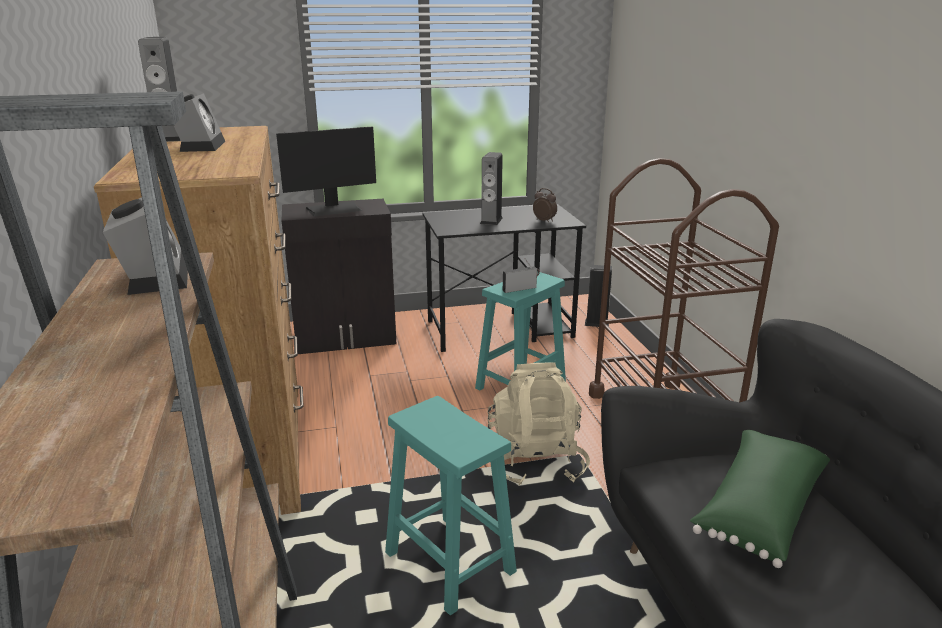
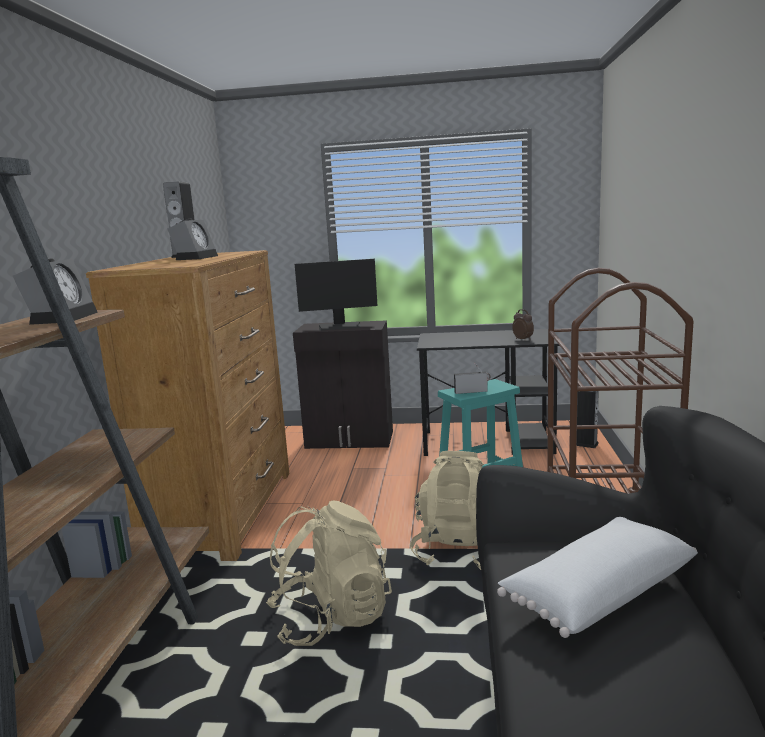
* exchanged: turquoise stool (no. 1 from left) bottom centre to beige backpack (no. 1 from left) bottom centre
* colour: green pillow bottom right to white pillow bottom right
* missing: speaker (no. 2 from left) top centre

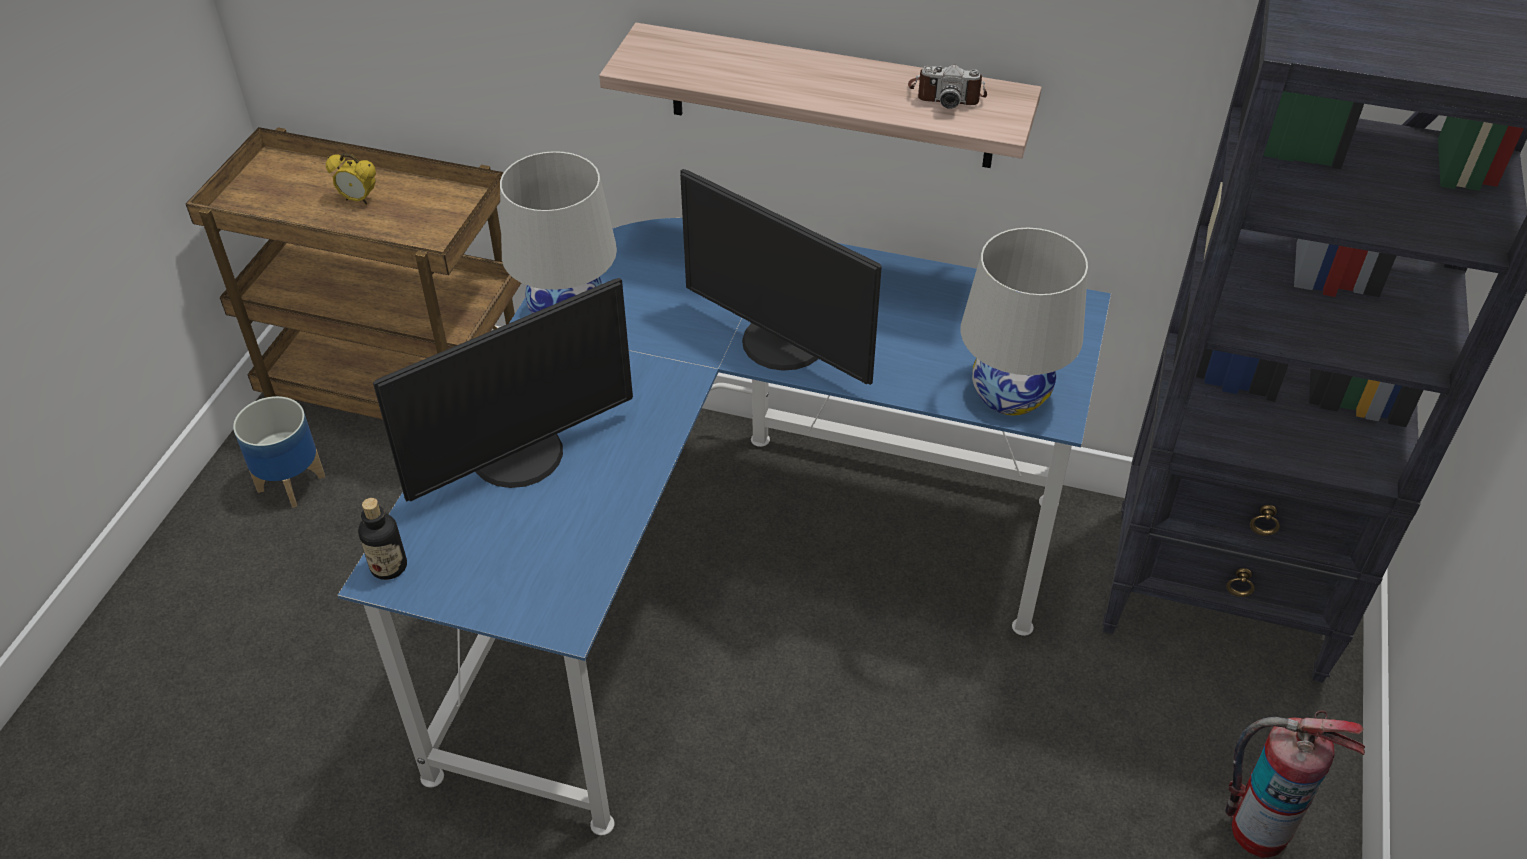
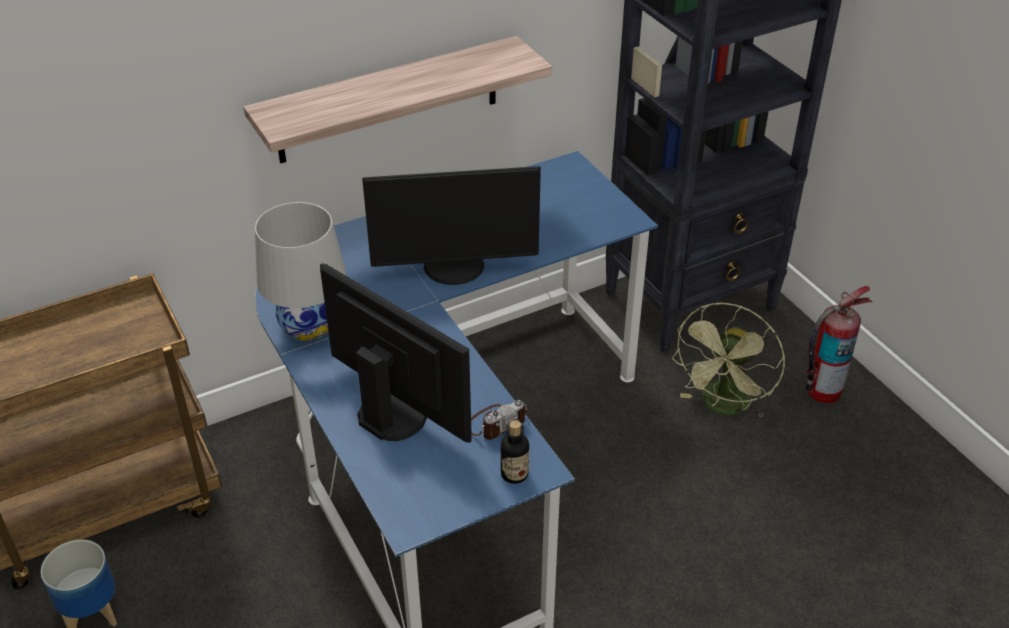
* spun: monitor (no. 1 from left) middle left = centre 60 degrees counterclockwise
* relocated: photo camera top centre to bottom centre
* relocated: bottle middle left to bottom centre
* appeared: green fan middle right
* missing: alarm clock top left
* missing: white table lamp (no. 2 from left) middle right

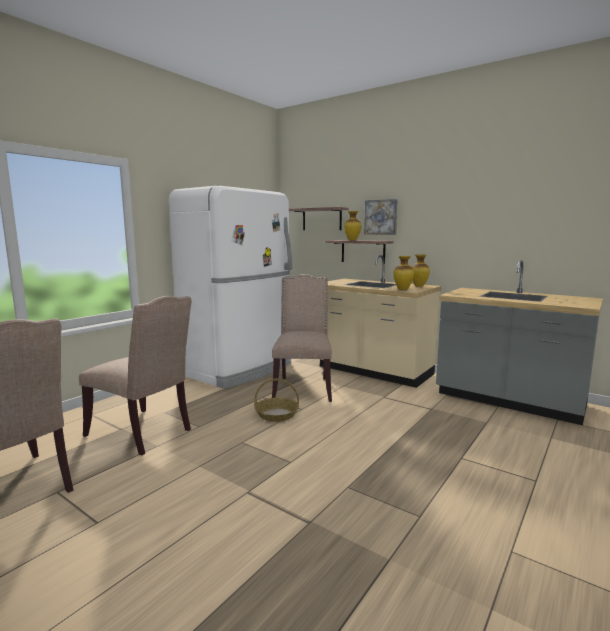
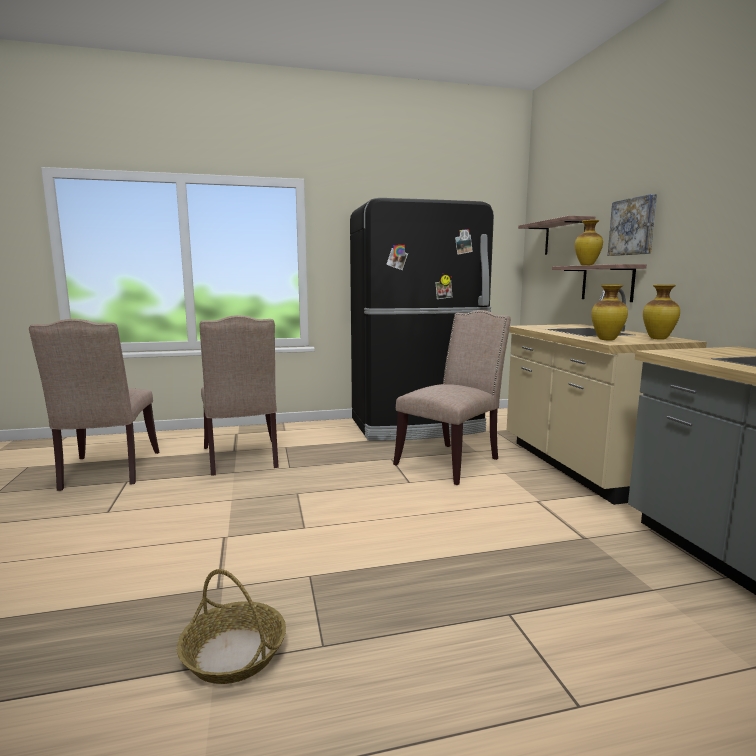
* relocated: basket centre to bottom left
* colour: white fridge centre to black fridge centre

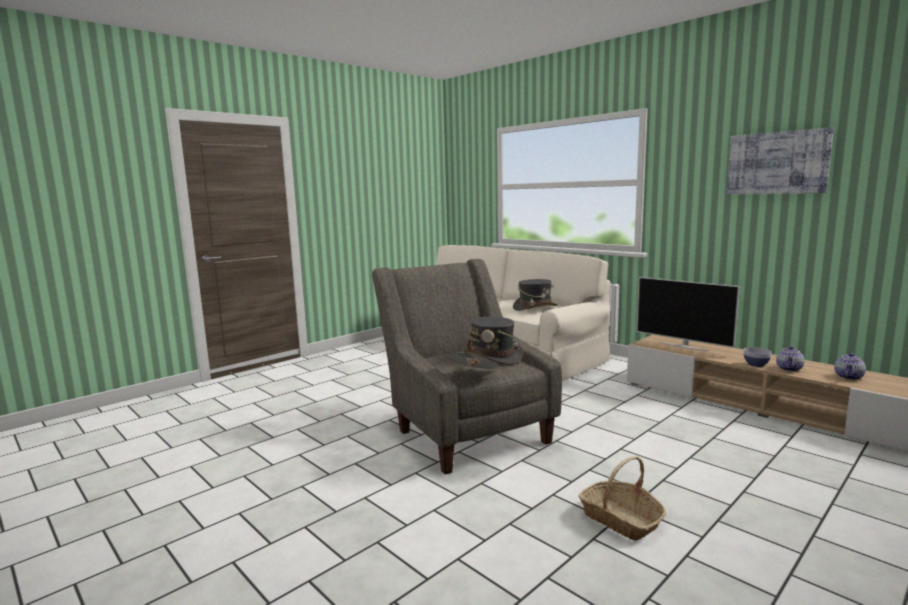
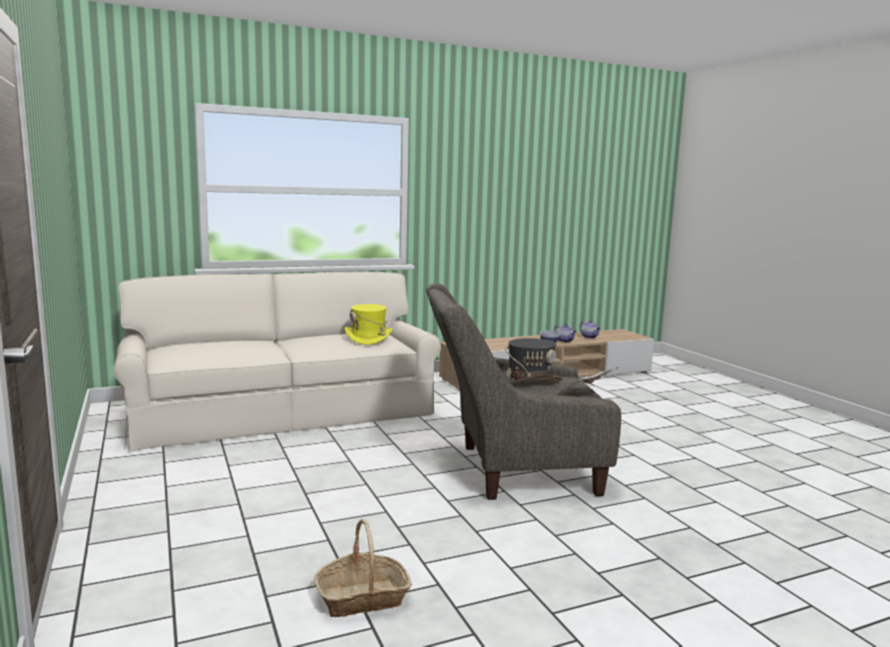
* relocated: basket bottom right to bottom centre
* colour: grey hat (no. 2 from left) centre to yellow hat centre
* missing: television middle right
* missing: picture top right

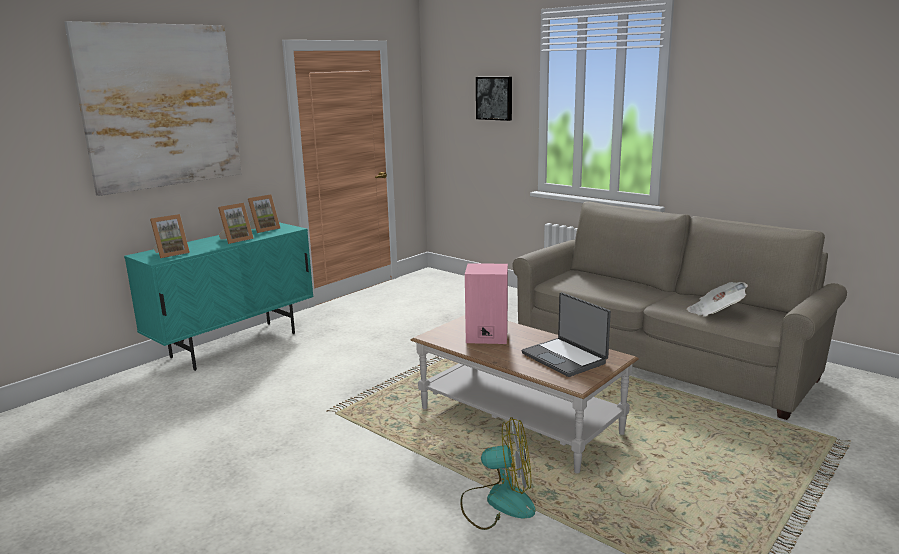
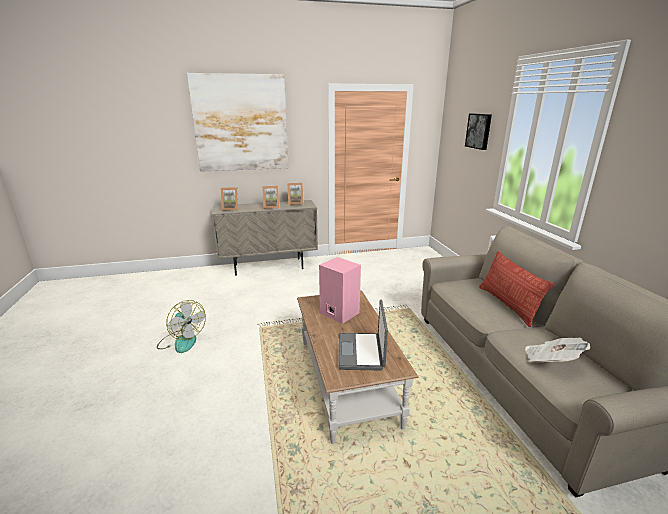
* relocated: fan bottom centre to middle left
* colour: turquoise cabinet middle left to beige cabinet centre
* appeared: pillow middle right

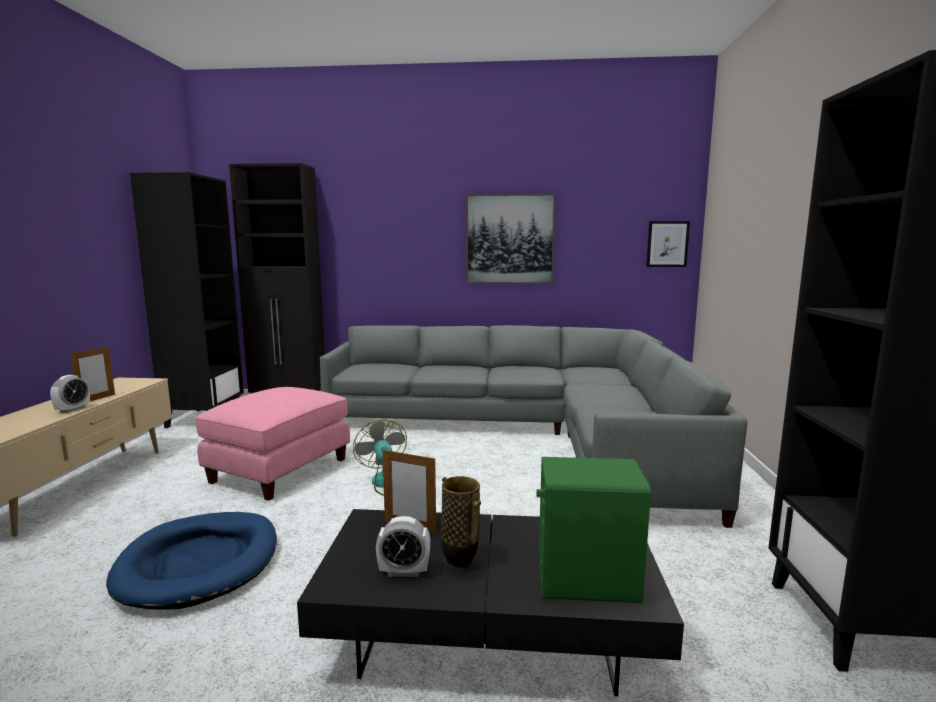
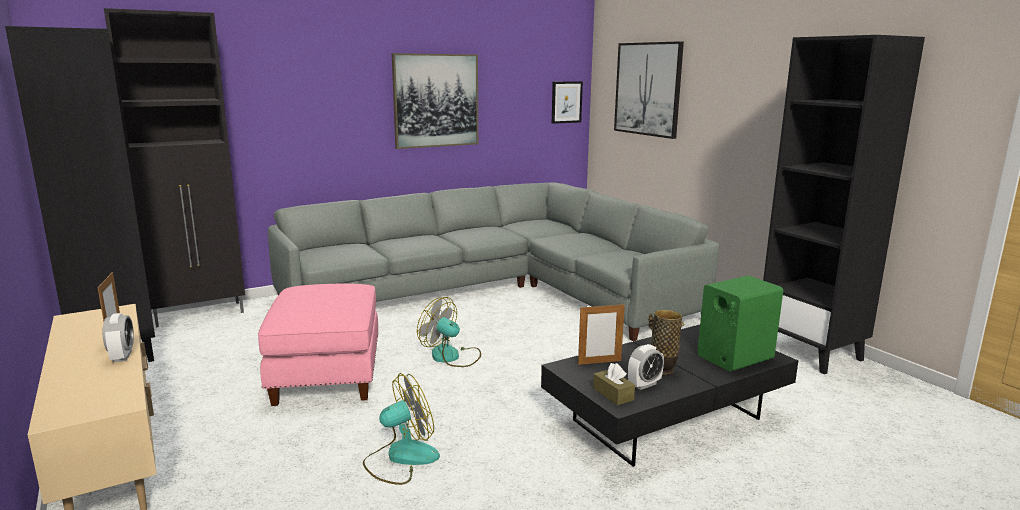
* exchanged: blue dog bed bottom left to fan (no. 1 from left) bottom centre
* appeared: brown tissue box bottom centre
* appeared: picture (no. 3 from left) top centre

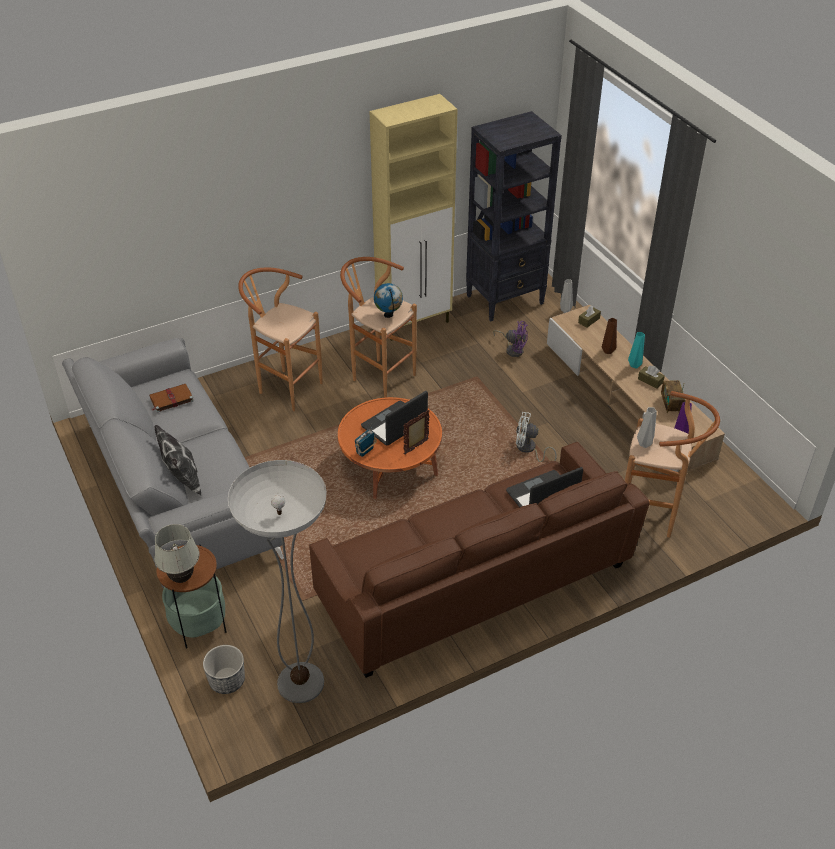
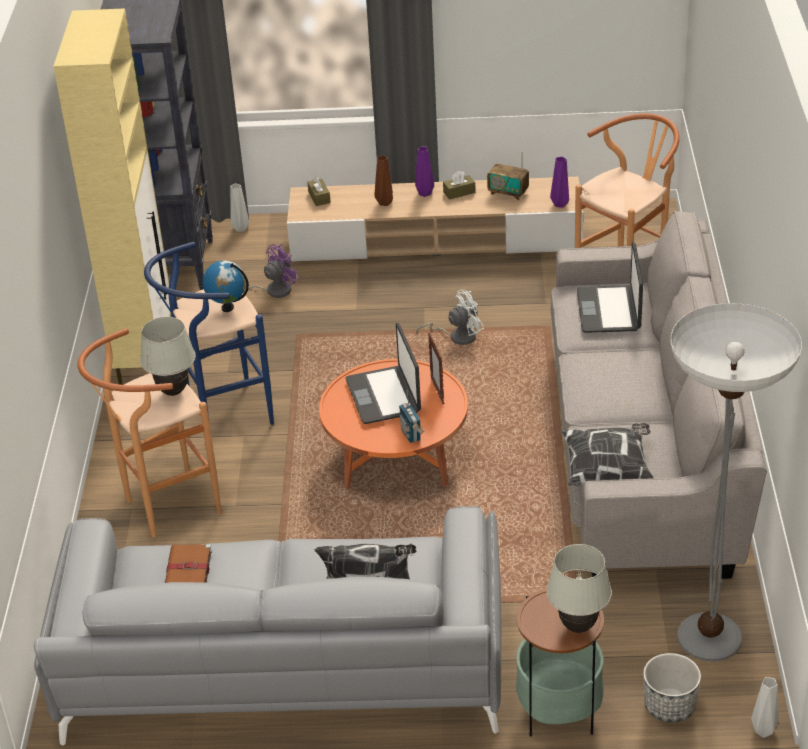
* appeared: white table lamp (no. 1 from left) middle left
* colour: brown stool (no. 2 from left) centre to blue stool middle left
* colour: turquoise vase middle right to purple vase (no. 1 from left) top centre
* spun: white fan centre = centre 150 degrees counterclockwise
* colour: brown sofa centre to grey sofa (no. 2 from left) middle right
* appeared: pillow (no. 2 from left) middle right
* relocated: grey vase (no. 2 from left) middle right to bottom right

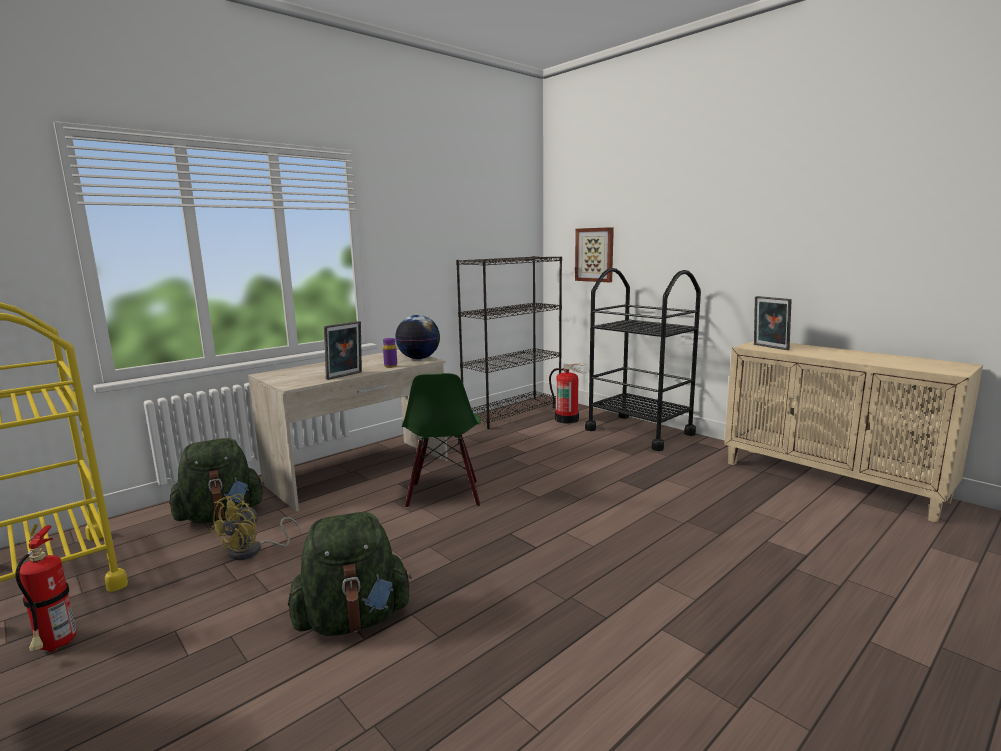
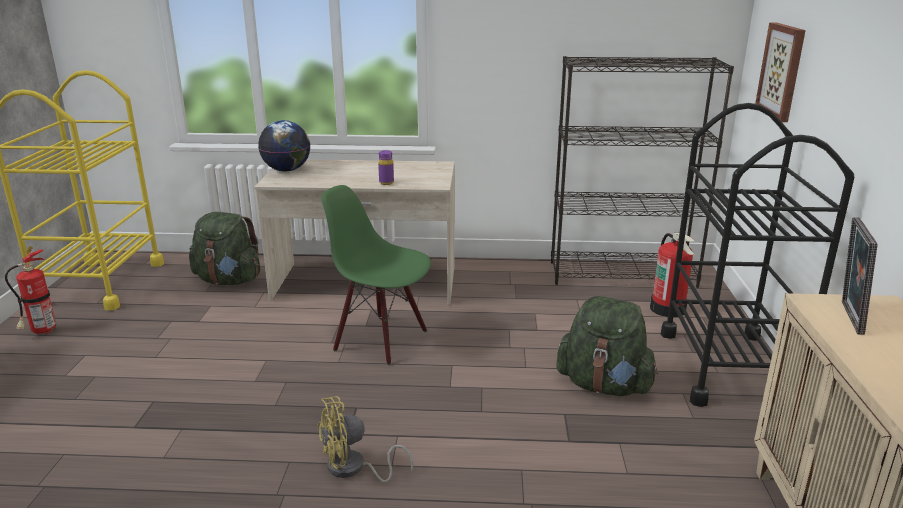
* relocated: globe centre to top left
* relocated: yellow fan bottom left to bottom centre
* spun: green chair centre = centre 75 degrees clockwise
* relocated: green backpack (no. 2 from left) bottom centre to bottom right
* missing: picture frame (no. 1 from left) centre

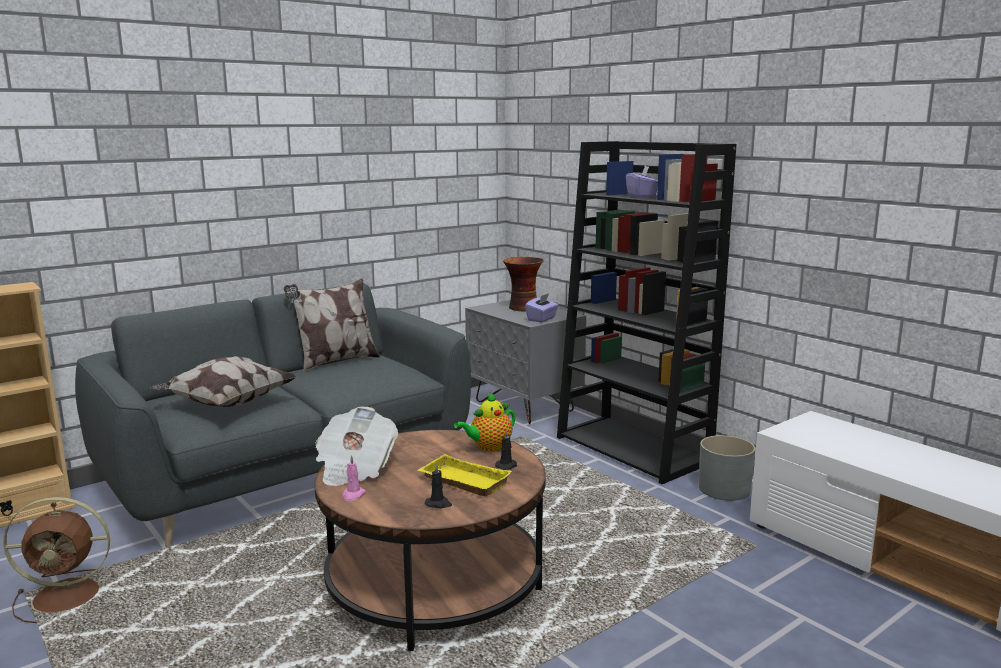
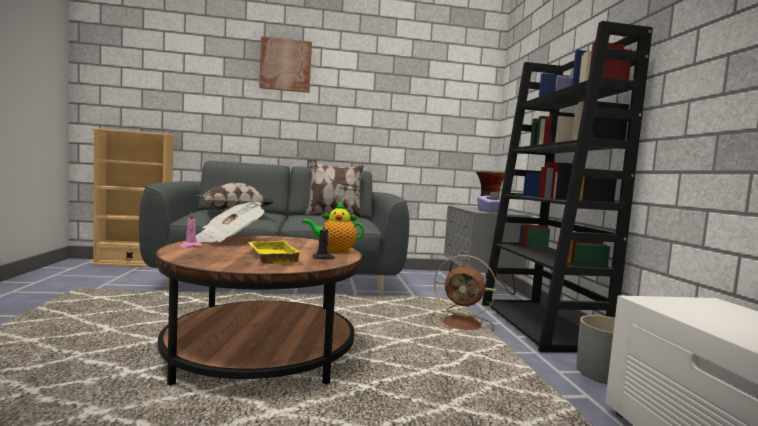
* appeared: picture top centre
* relocated: brown fan bottom left to bottom centre
* missing: black candle (no. 1 from left) bottom centre

